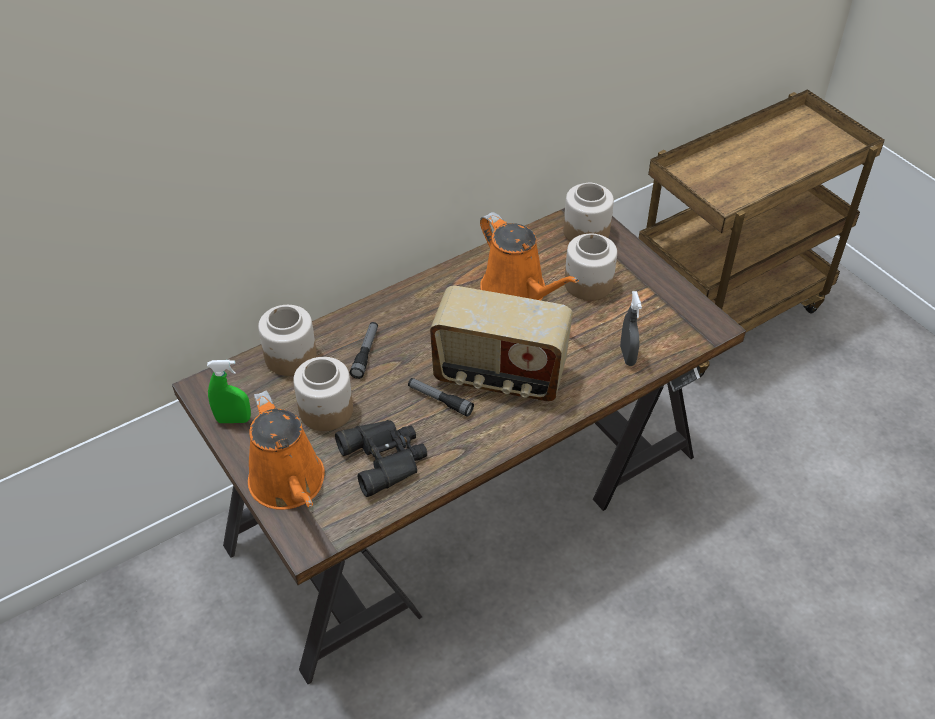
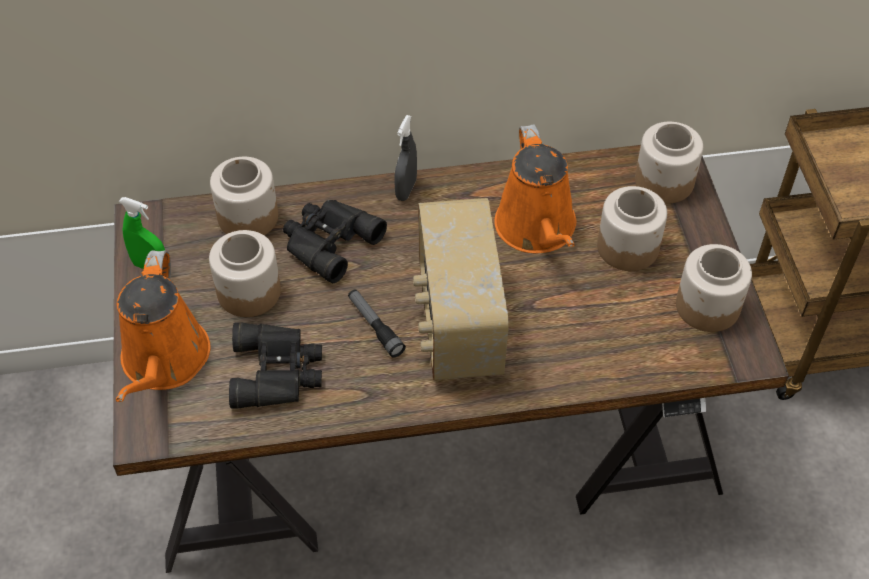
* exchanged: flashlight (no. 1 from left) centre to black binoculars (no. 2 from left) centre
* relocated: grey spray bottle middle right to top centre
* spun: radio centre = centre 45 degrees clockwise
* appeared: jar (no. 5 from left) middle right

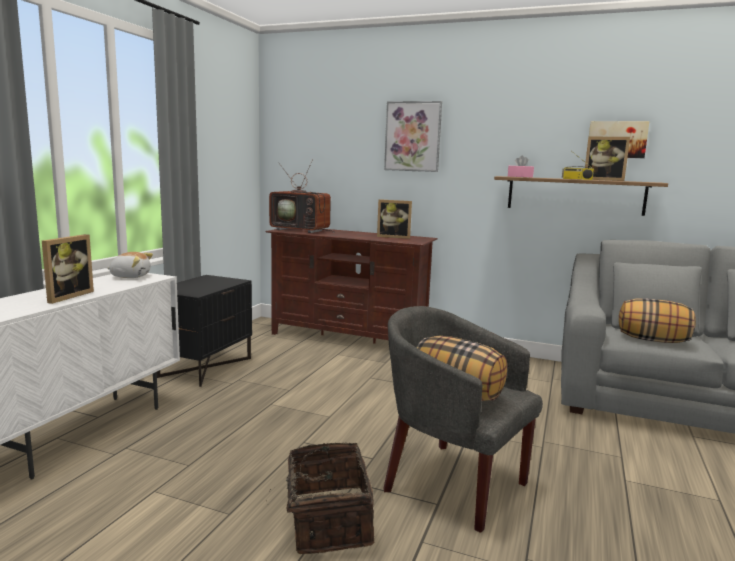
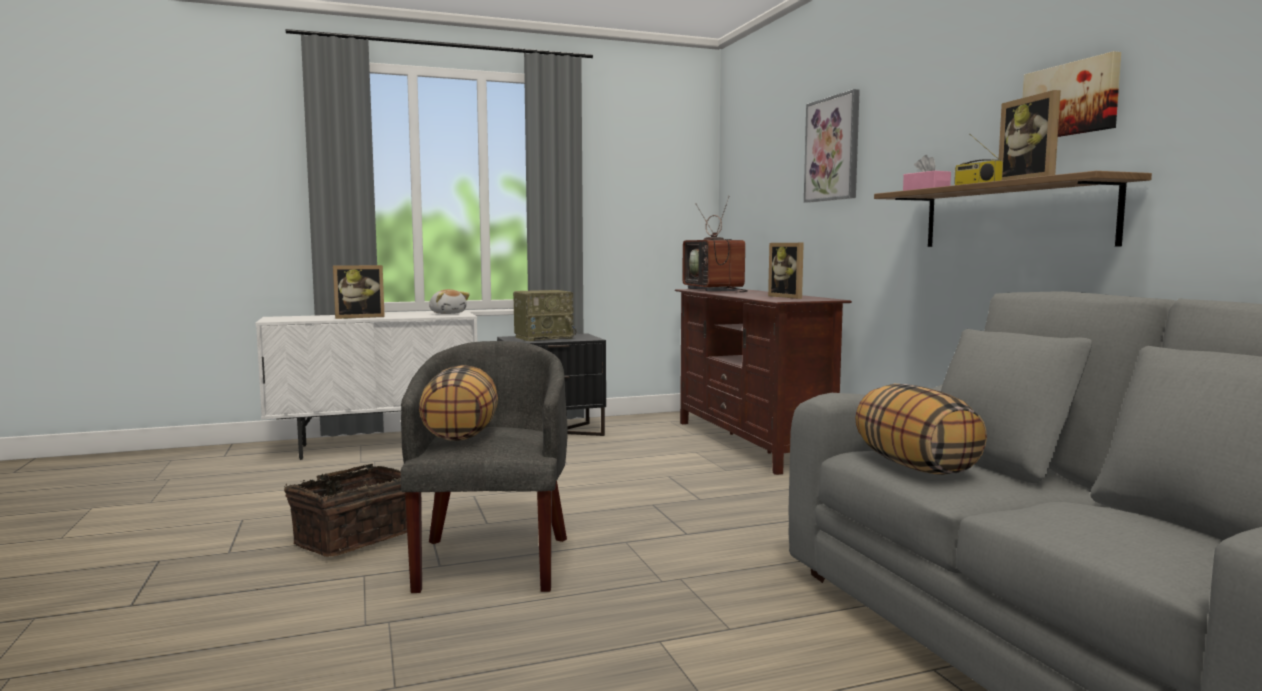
* appeared: radio (no. 1 from left) centre

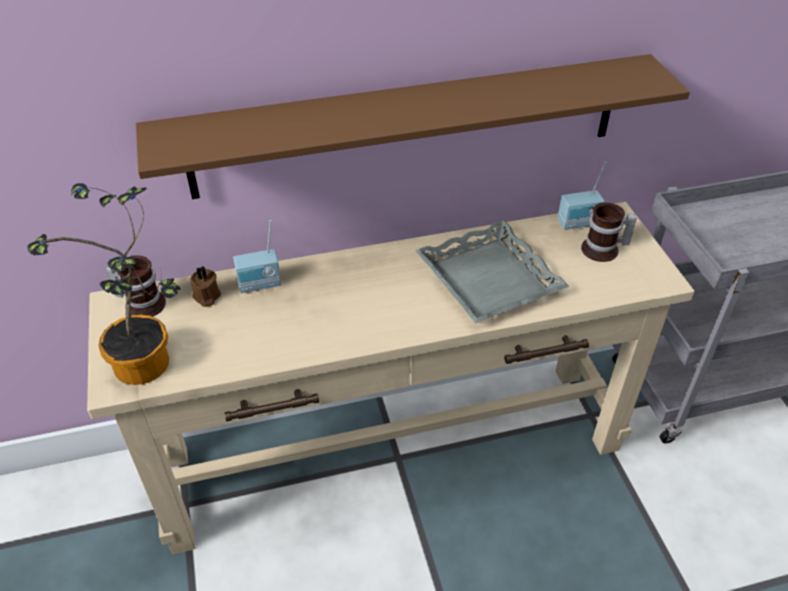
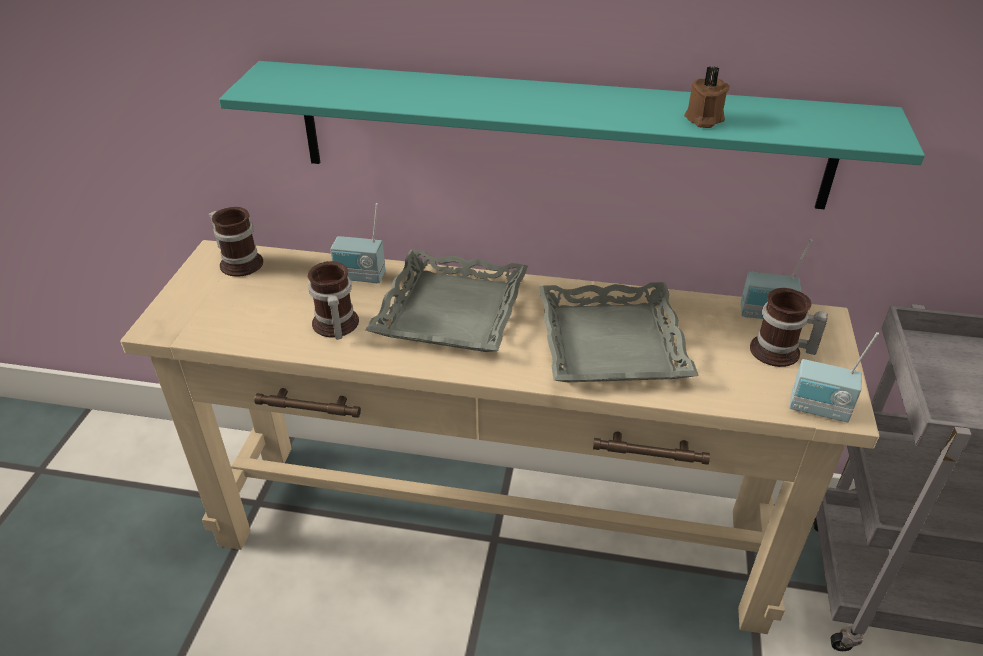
* colour: brown shelf top centre to turquoise shelf top centre
* appeared: mug (no. 2 from left) centre
* appeared: grey tray (no. 1 from left) centre
* relocated: brown candle middle left to top right
* appeared: radio (no. 3 from left) middle right
* missing: potted plant middle left

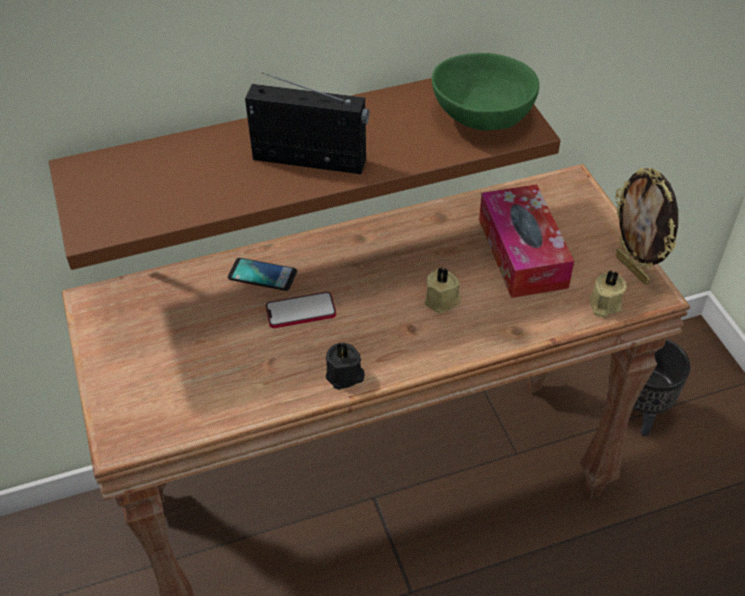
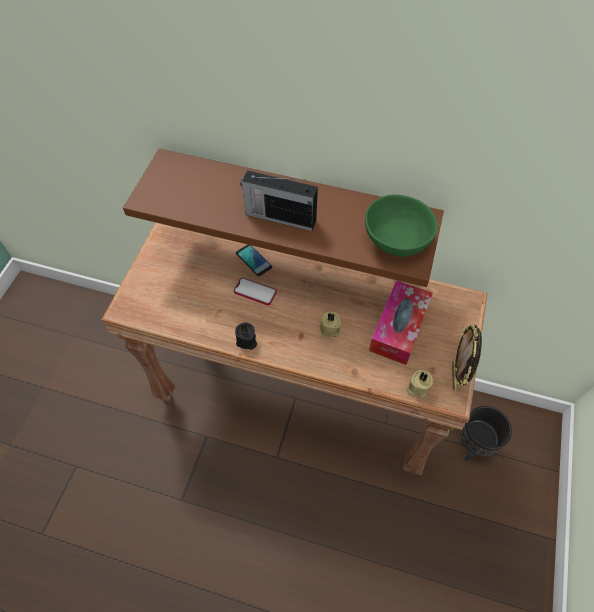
* spun: radio top centre = top centre 150 degrees clockwise

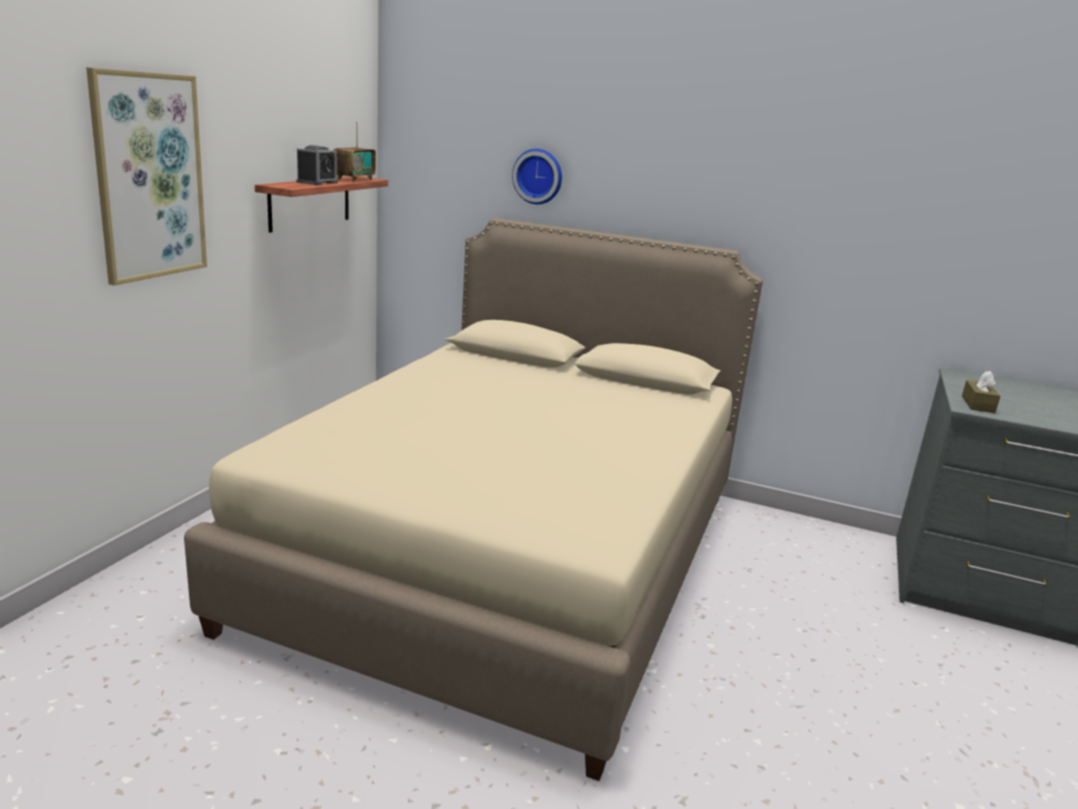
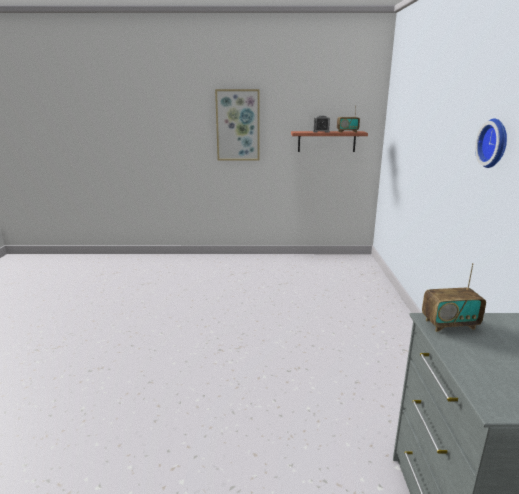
* exchanged: brown tissue box middle right to radio (no. 2 from left) middle right
* relocated: wall clock top centre to top right
* missing: beige bed centre

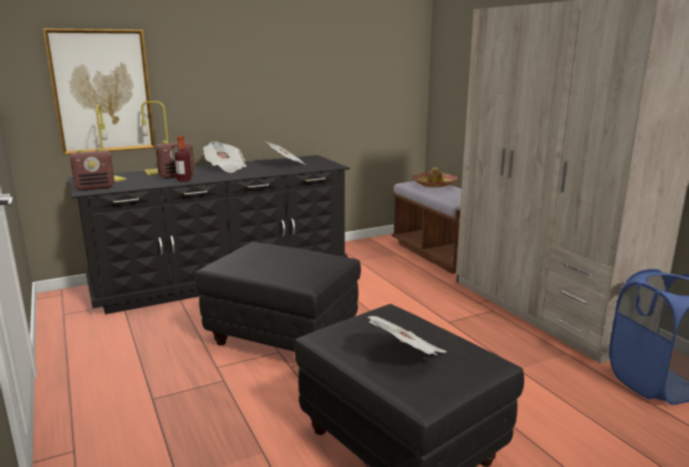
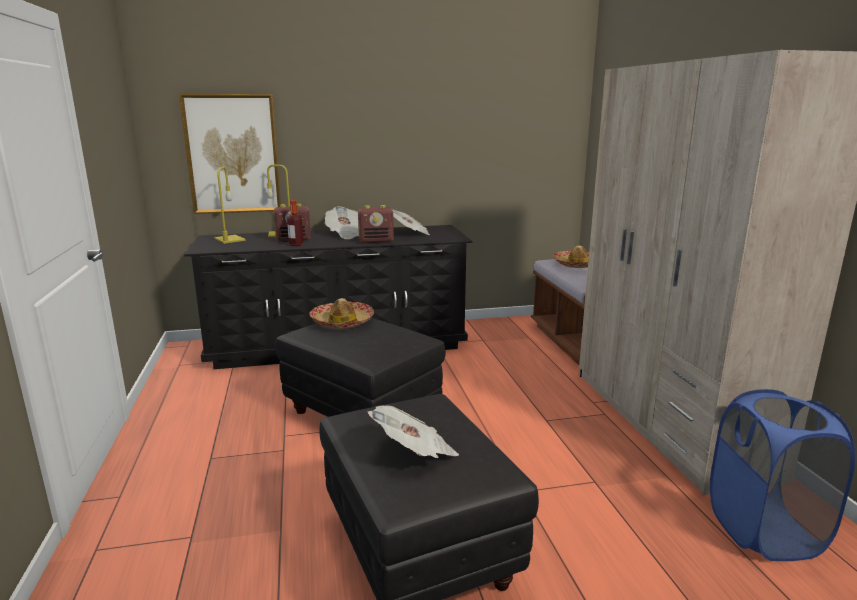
* appeared: hat (no. 1 from left) centre
* relocated: radio (no. 1 from left in the first image) middle left to radio (no. 2 from left) centre

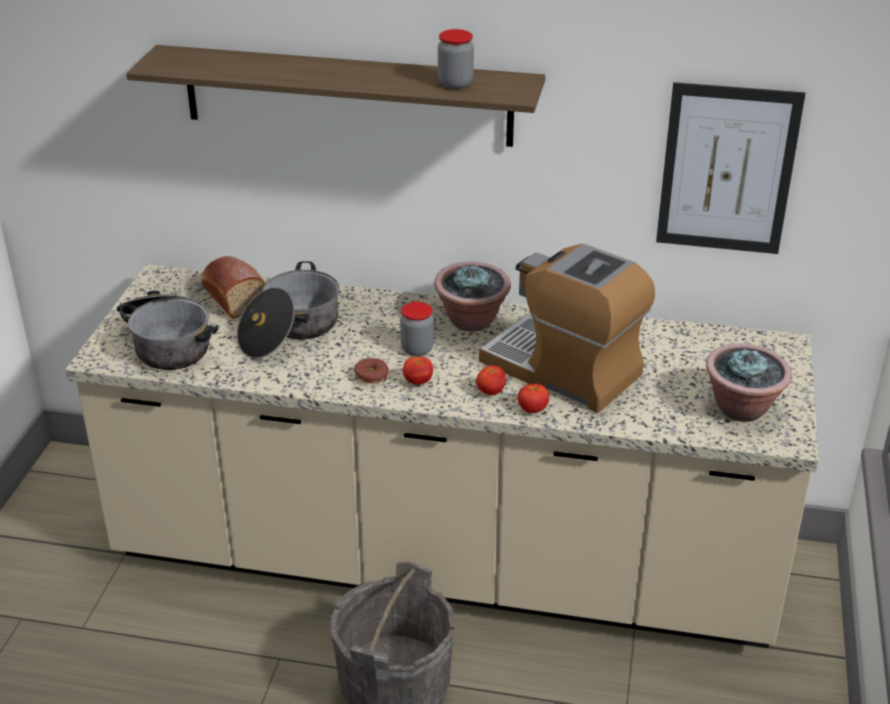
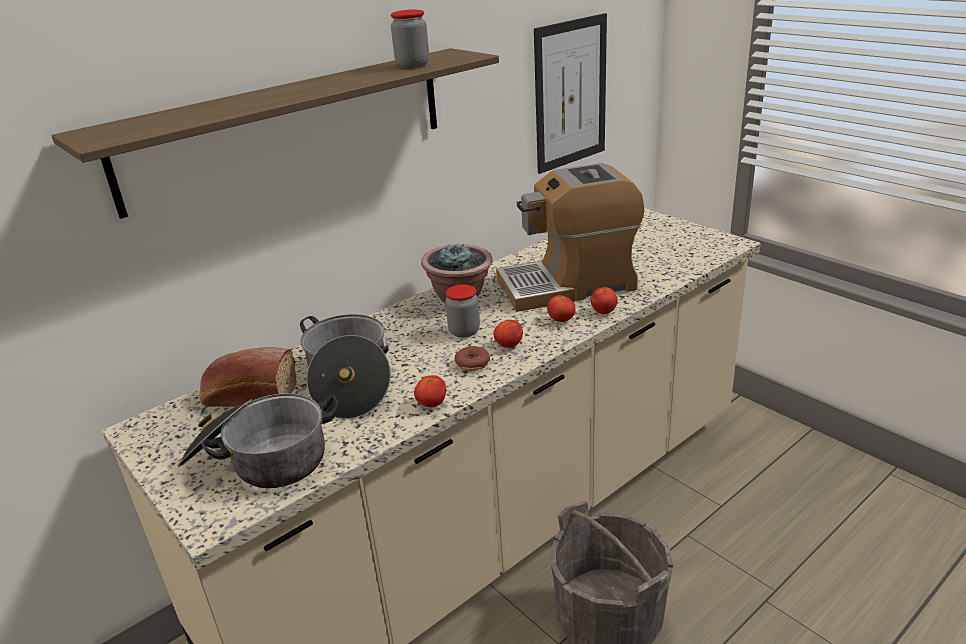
* appeared: tomato (no. 1 from left) centre
* missing: potted plant (no. 2 from left) middle right

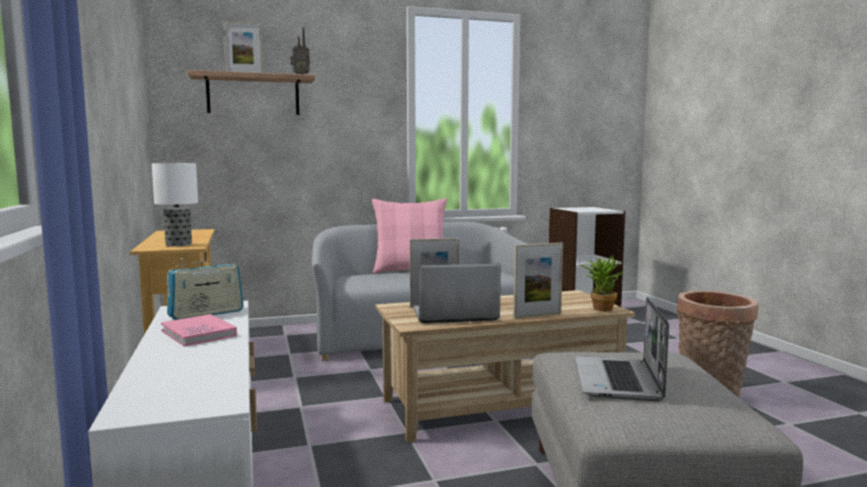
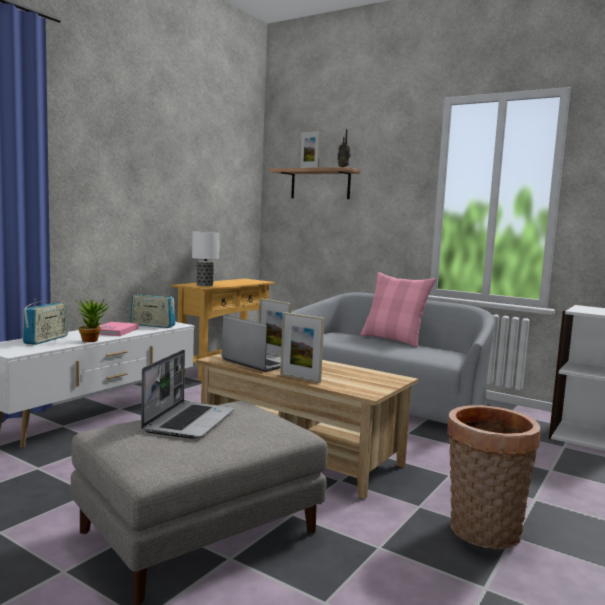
* appeared: radio (no. 1 from left) middle left
* relocated: potted plant middle right to middle left
* spun: laptop (no. 2 from left in the first image) bottom right = middle left 135 degrees clockwise

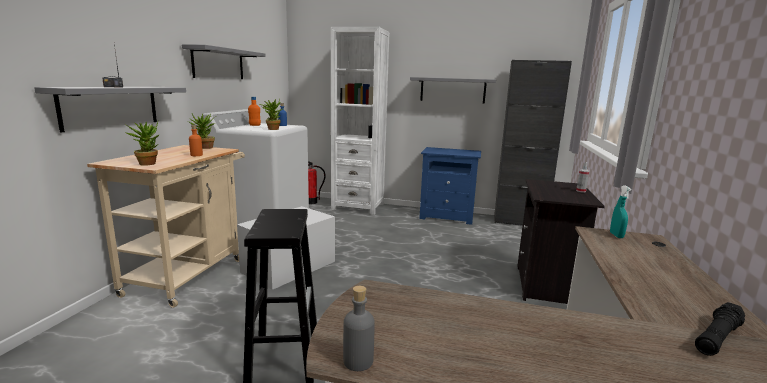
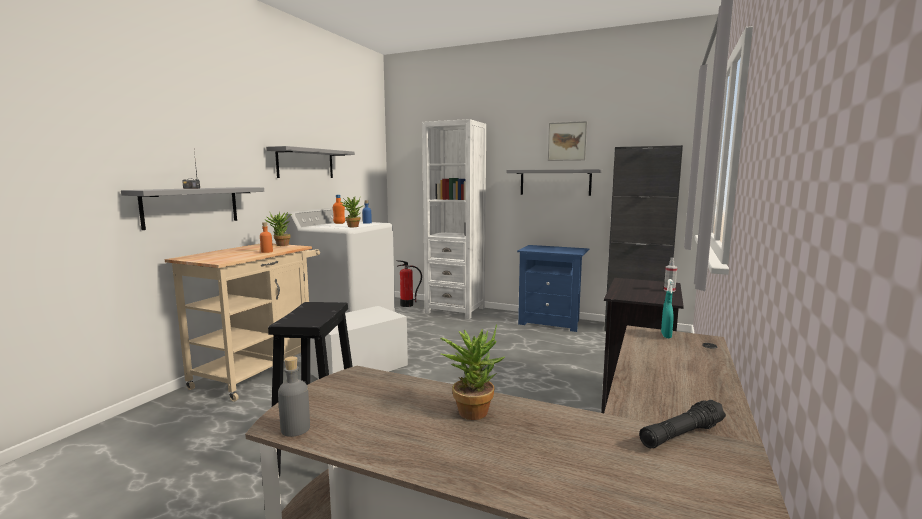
* relocated: potted plant (no. 1 from left in the first image) middle left to potted plant (no. 3 from left) bottom centre
* appeared: picture top centre

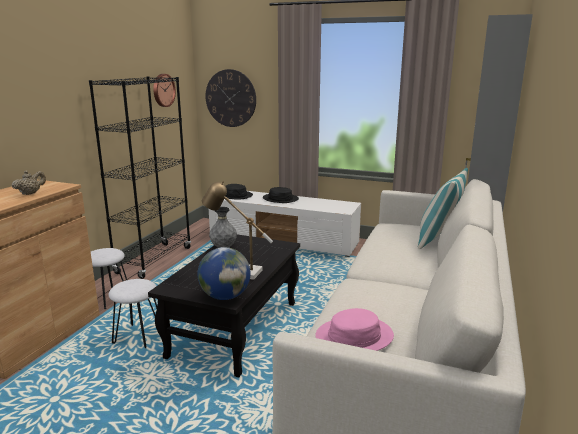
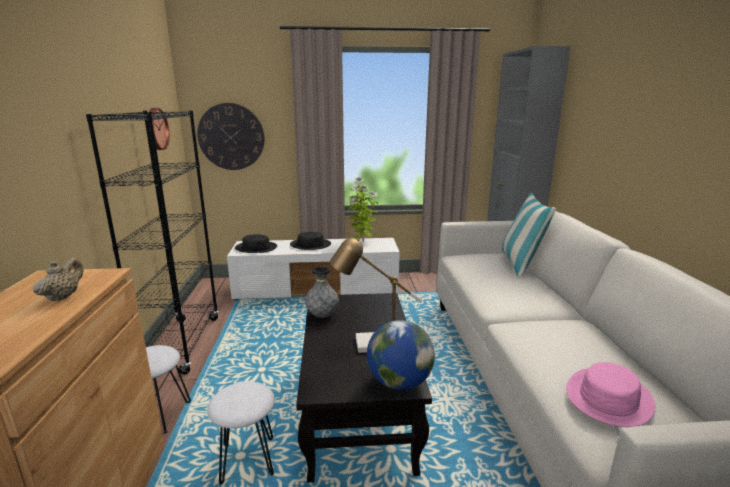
* appeared: potted plant centre

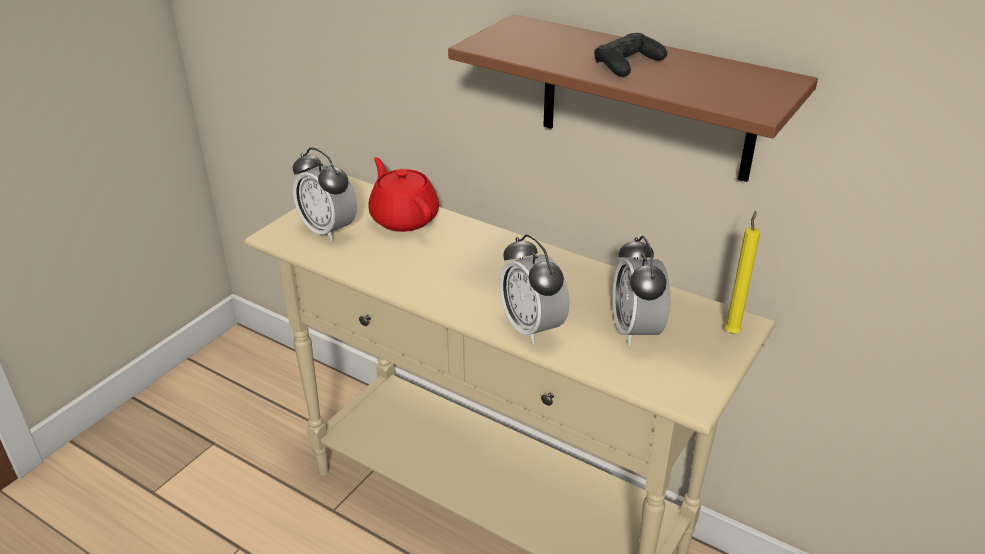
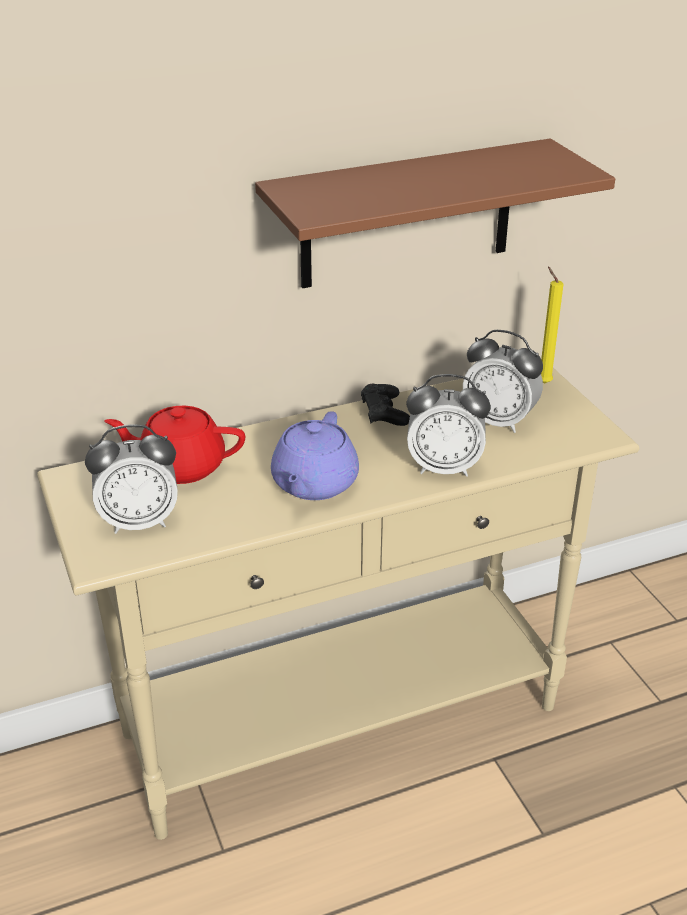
* appeared: purple teapot centre
* relocated: black game controller top centre to centre

